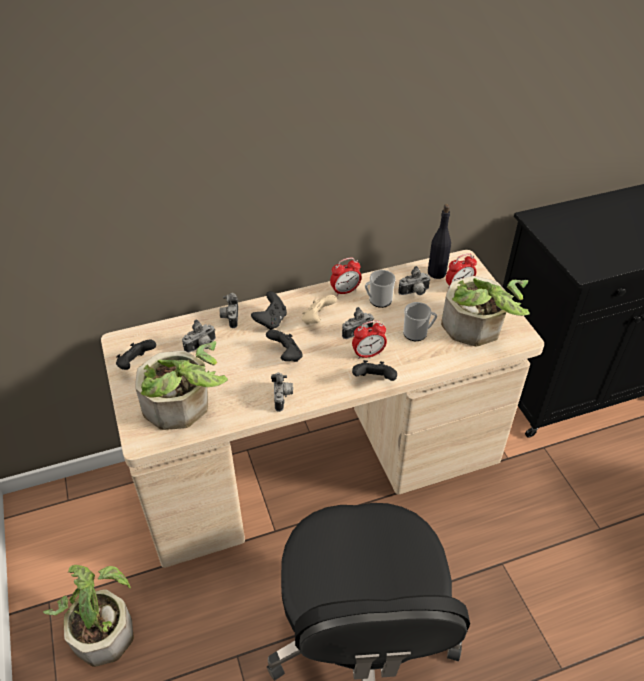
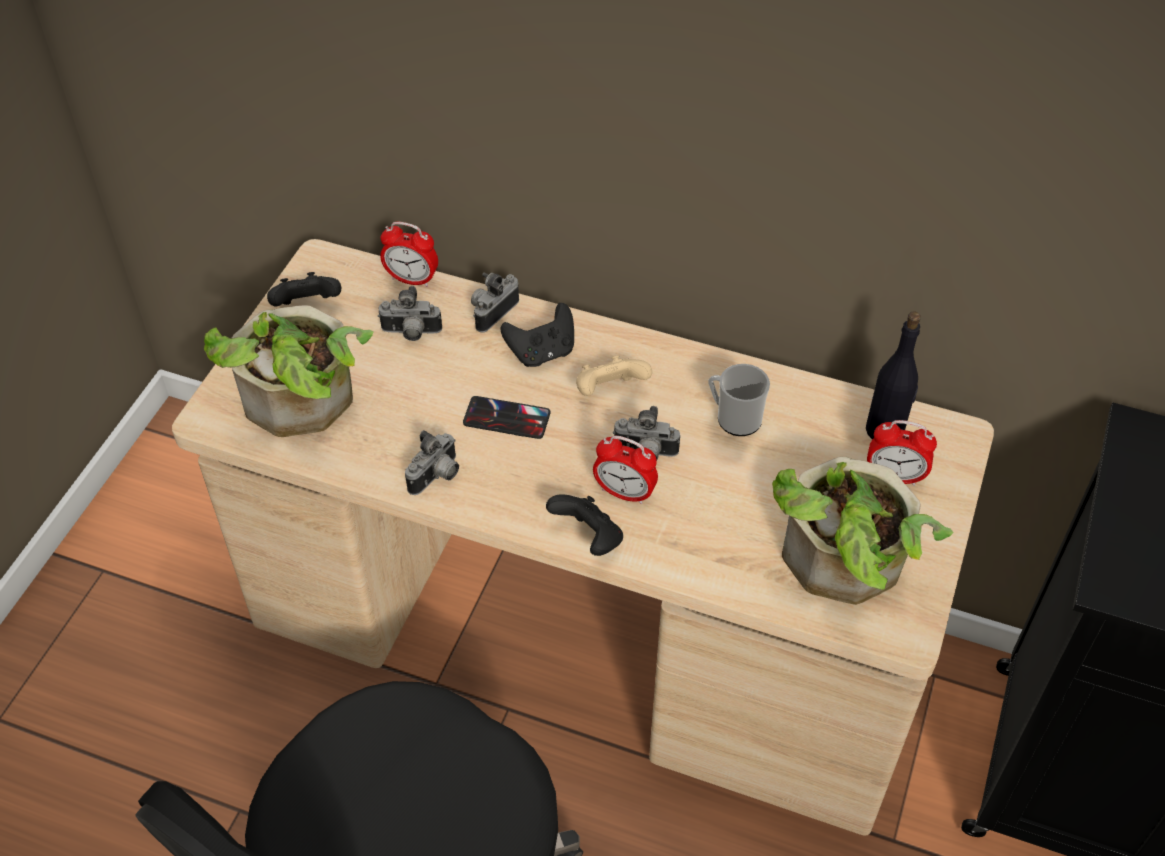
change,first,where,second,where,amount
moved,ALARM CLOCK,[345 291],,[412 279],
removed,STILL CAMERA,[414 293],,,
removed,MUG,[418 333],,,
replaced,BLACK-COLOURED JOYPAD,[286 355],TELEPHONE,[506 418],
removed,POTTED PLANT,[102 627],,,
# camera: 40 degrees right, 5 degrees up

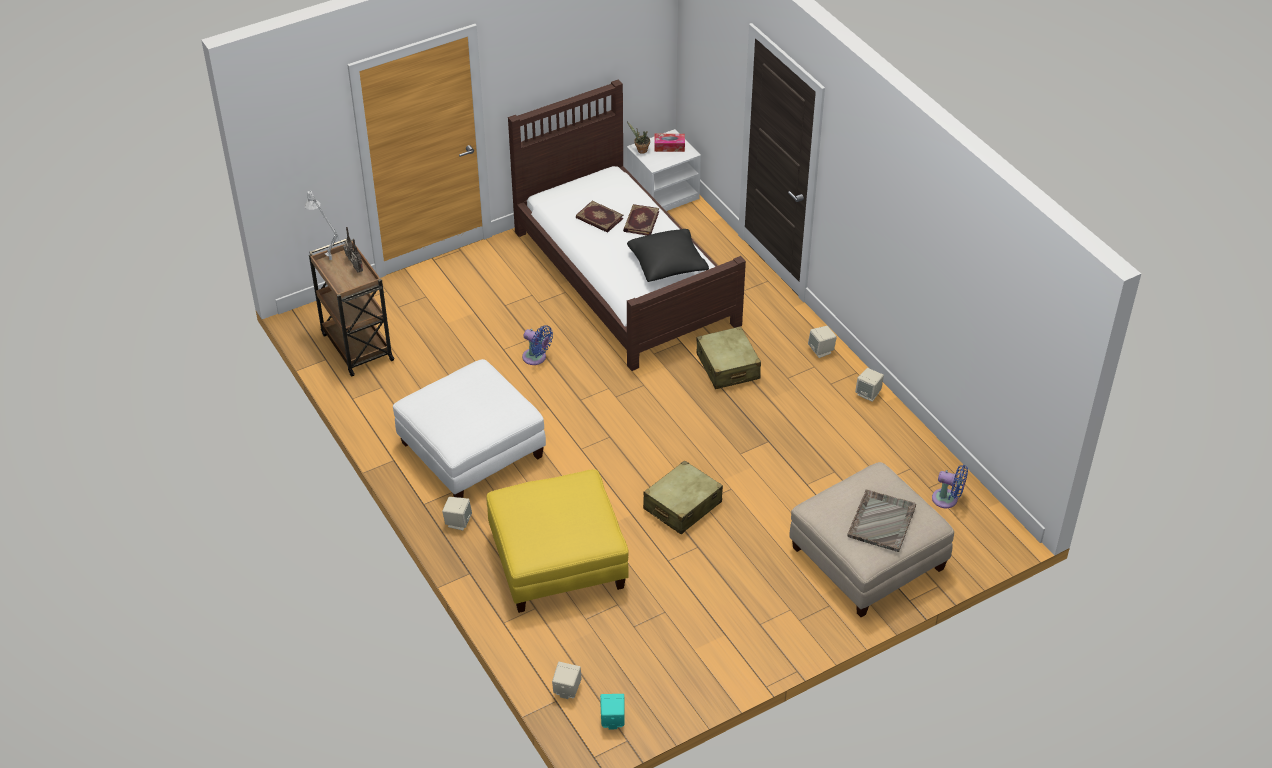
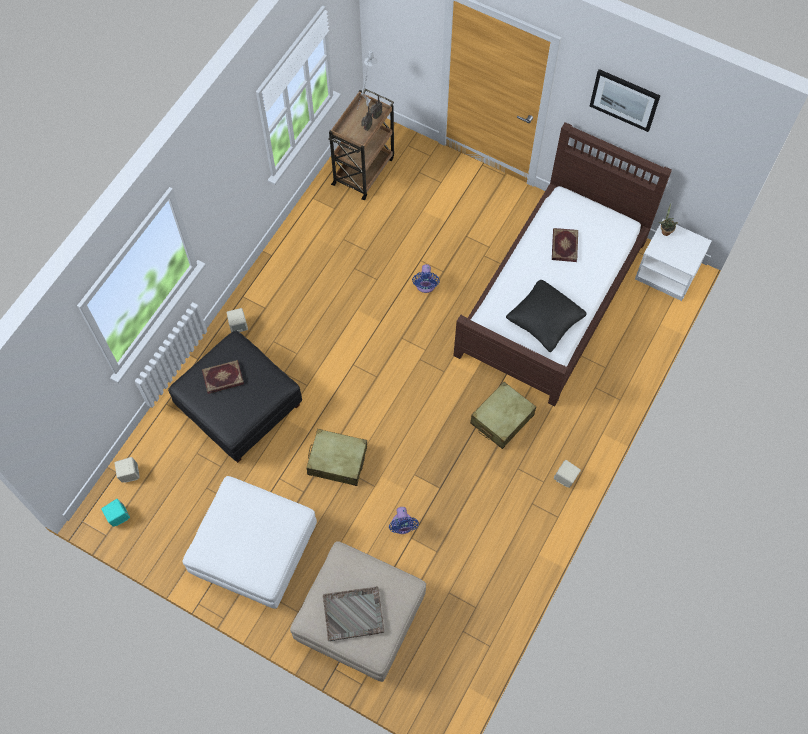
change,first,where,second,where,amount
removed,TISSUE HOLDER,[669 146],,,
moved,BOUND BOOK,[640 221],,[223 376],
moved,WHITISH FOOTREST,[471 450],,[254 551],
removed,BEIGE AUDIO SPEAKER,[868 394],,,
moved,BLUE-COLOURED ELECTRIC FAN,[947 499],,[402 526],
recoloured,YELLOW-COLOURED FOOTREST,[558 559],BLACK-COLOURED FOOTREST,[240 406],
added,,,WALL PICTURE,[624 99],
# camera: 60 degrees right, 20 degrees up

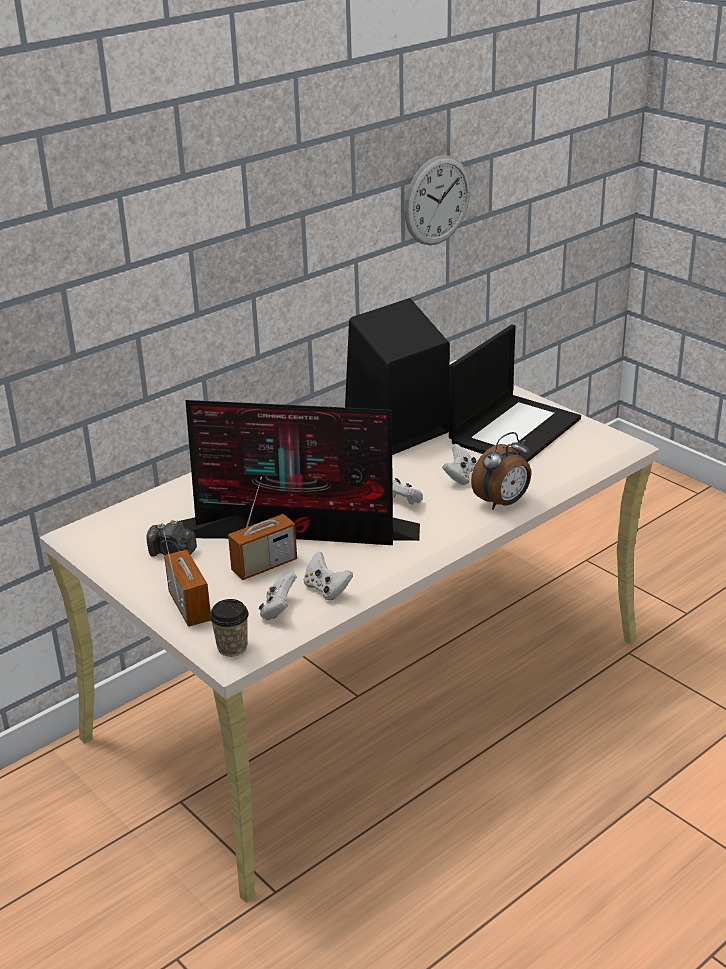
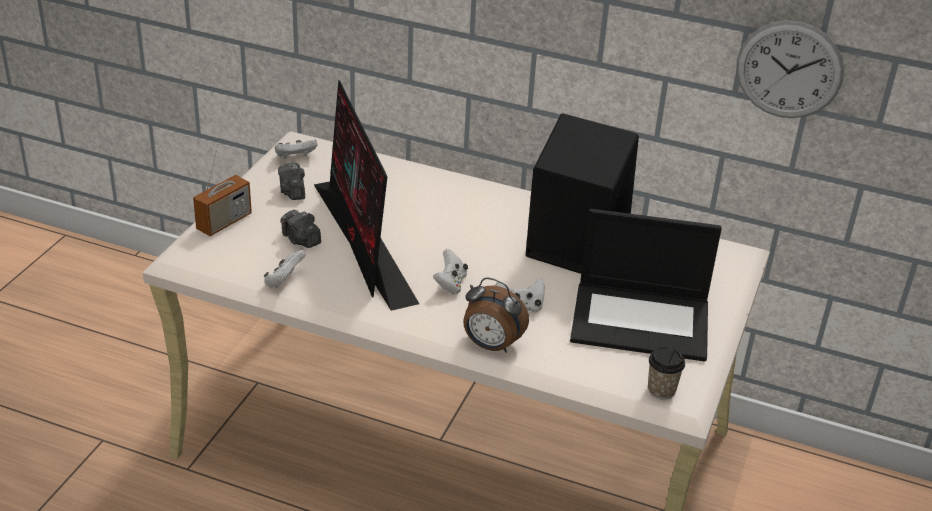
change,first,where,second,where,amount
replaced,RADIO SET,[264 566],STILL CAMERA,[301 240],
moved,WHITISH JOYPAD,[278 610],,[295 158],
moved,DRINKING CUP,[232 647],,[661 390],
# camera: 60 degrees right, 5 degrees up

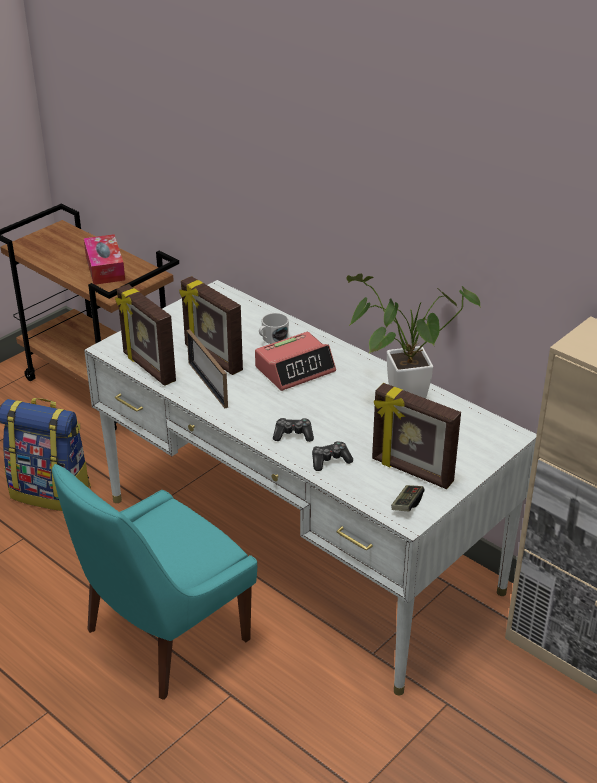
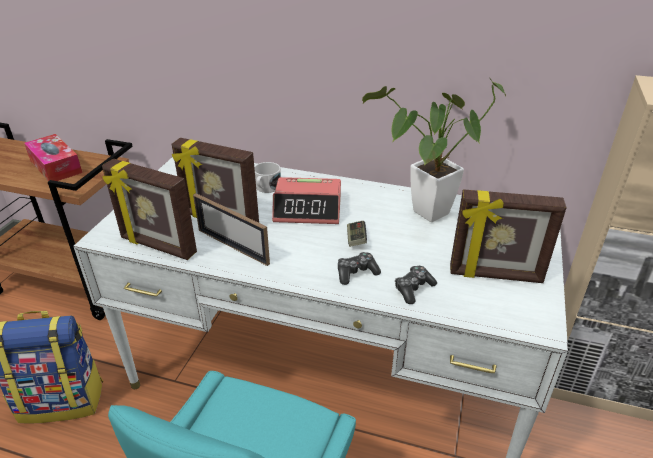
change,first,where,second,where,amount
turned,ALARM CLOCK,[295 369],,[308 209],60 degrees clockwise
moved,JOYPAD,[407 504],,[356 239],
# camera: 25 degrees left, 0 degrees up

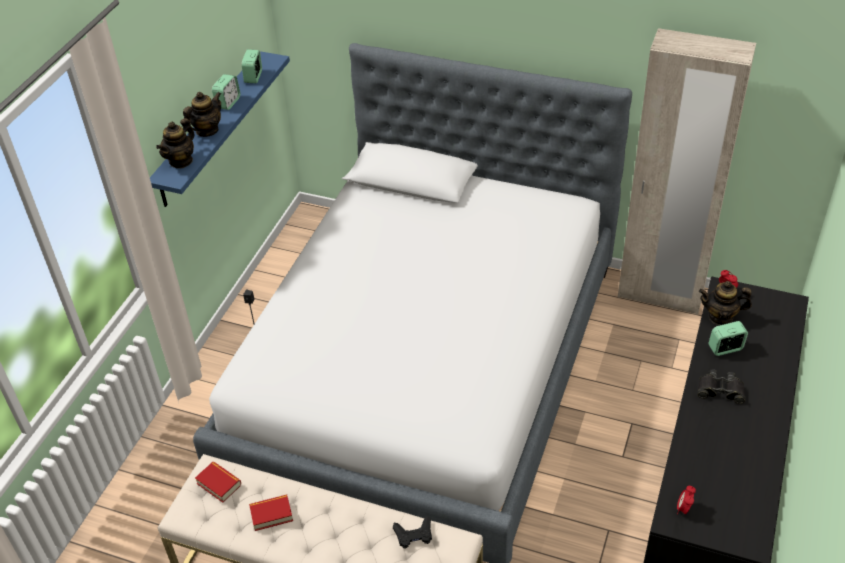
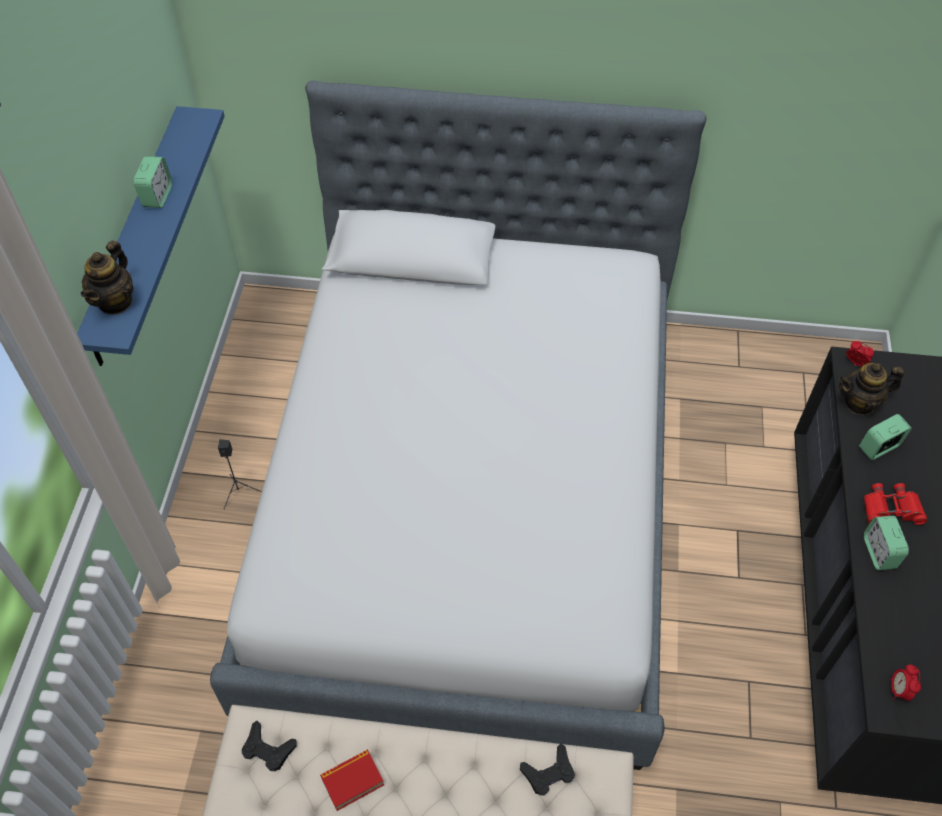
change,first,where,second,where,amount
removed,BEIGE CLOTHES CUPBOARD,[660 295],,,
moved,ALARM CLOCK,[253 77],,[879 552],
removed,POT FOR TEA,[207 131],,,
recoloured,BLACK-COLOURED BINOCULARS,[720 390],REDDISH BINOCULARS,[891 509],
replaced,BOUND BOOK,[219 484],BLACK-COLOURED JOYPAD,[268 749],
# camera: 15 degrees left, 10 degrees up

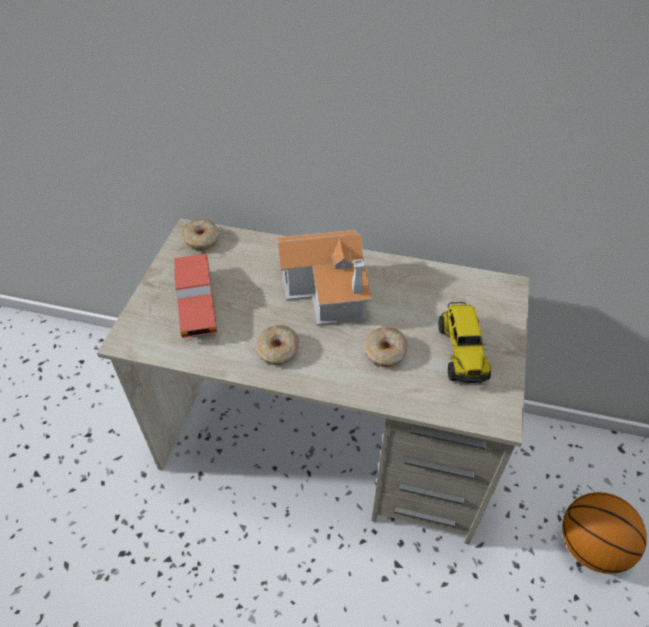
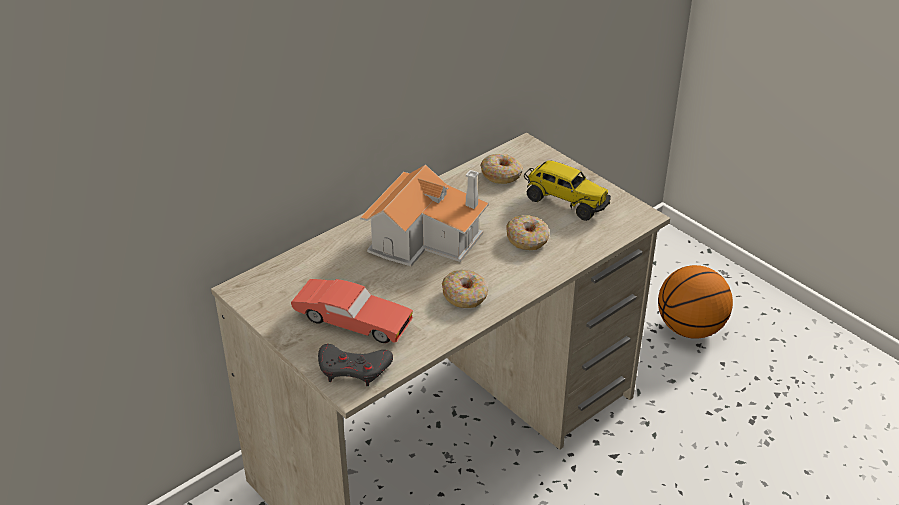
change,first,where,second,where,amount
moved,DONUT,[201 240],,[501 174],
added,,,GREYISH JOYPAD,[353 369],
# camera: 55 degrees left, 10 degrees down

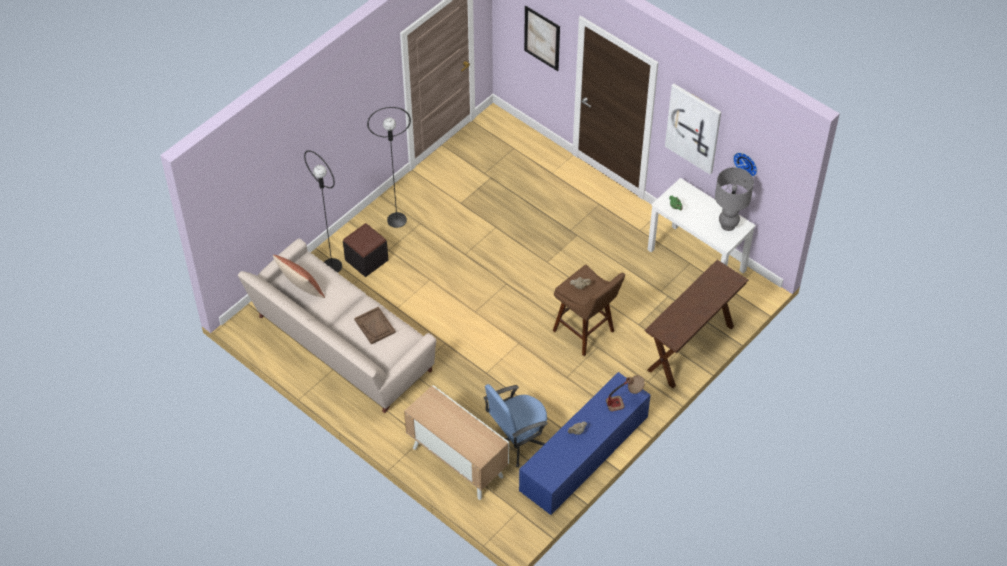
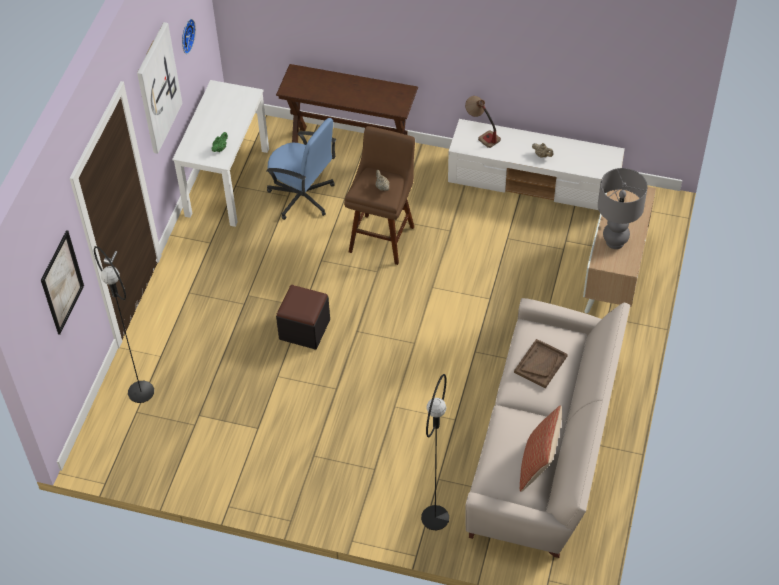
change,first,where,second,where,amount
moved,BLACK-COLOURED STANDARD LAMP,[396 220],,[141 392],
moved,GREYISH LAMP FOR A TABLE,[728 225],,[615 242],
moved,BLACK-COLOURED FOOTREST,[366 260],,[304 329],
recoloured,BLUE-COLOURED MEDIA CONSOLE,[584 456],WHITISH MEDIA CONSOLE,[534 182],
moved,BLUE-COLOURED DESK CHAIR,[517 440],,[302 197],
# camera: 115 degrees left, 0 degrees up

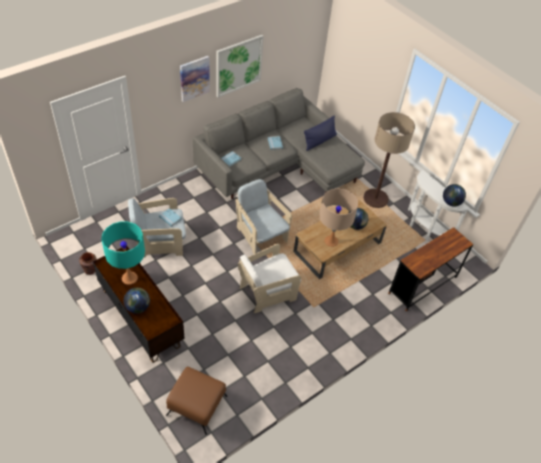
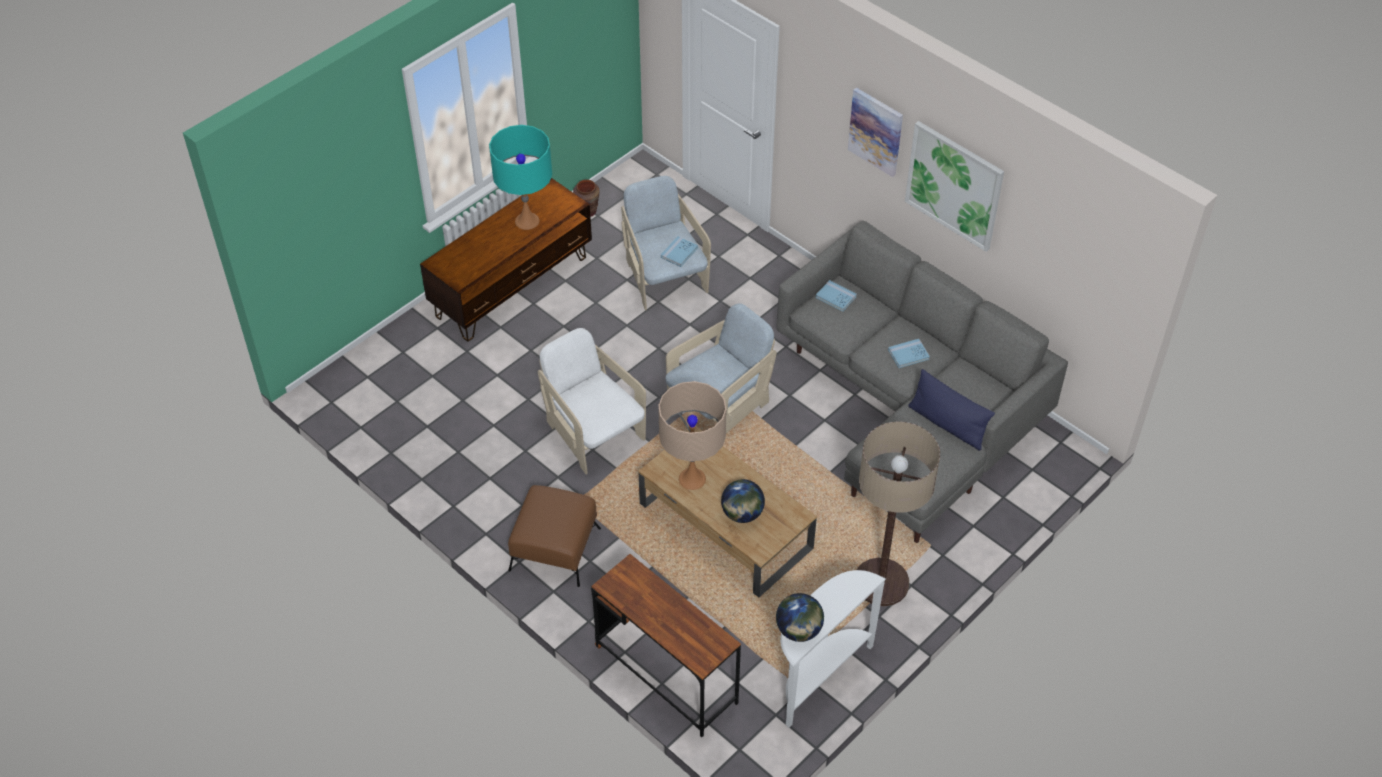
change,first,where,second,where,amount
removed,GLOBE,[138 307],,,
moved,BROWNISH FOOTREST,[196 405],,[555 548],
# camera: 85 degrees right, 0 degrees up

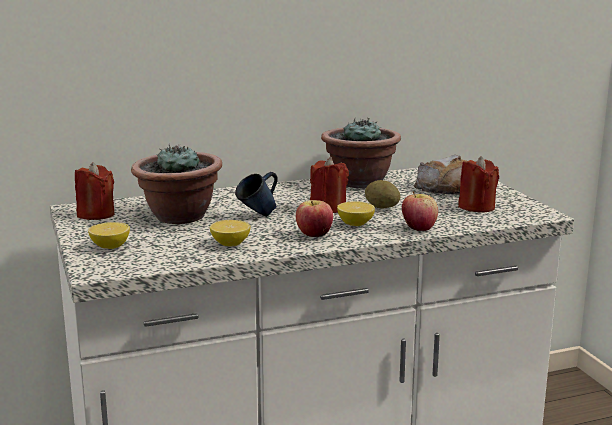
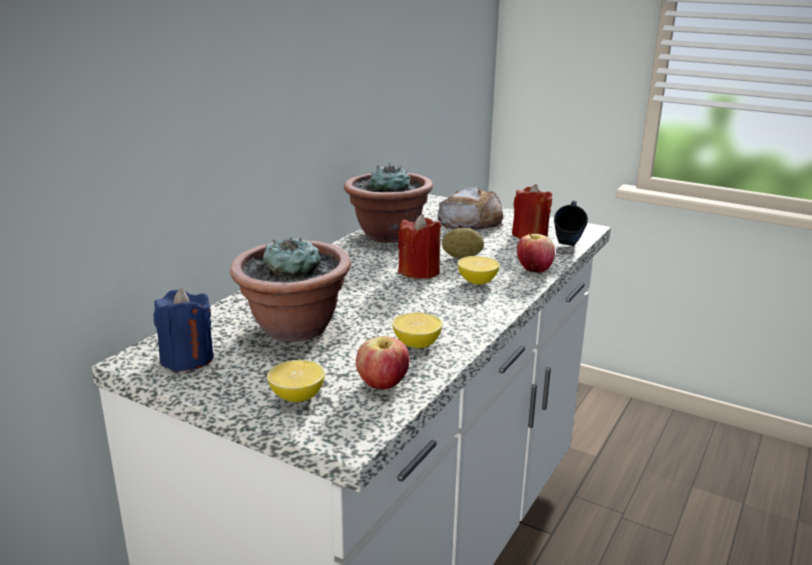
change,first,where,second,where,amount
recoloured,REDDISH WAX LIGHT,[96 214],BLUE-COLOURED WAX LIGHT,[187 359],
moved,BLUE-COLOURED MUG,[258 216],,[568 247],
moved,APPLE FRUIT,[314 235],,[382 385],
# camera: 40 degrees left, 5 degrees up

